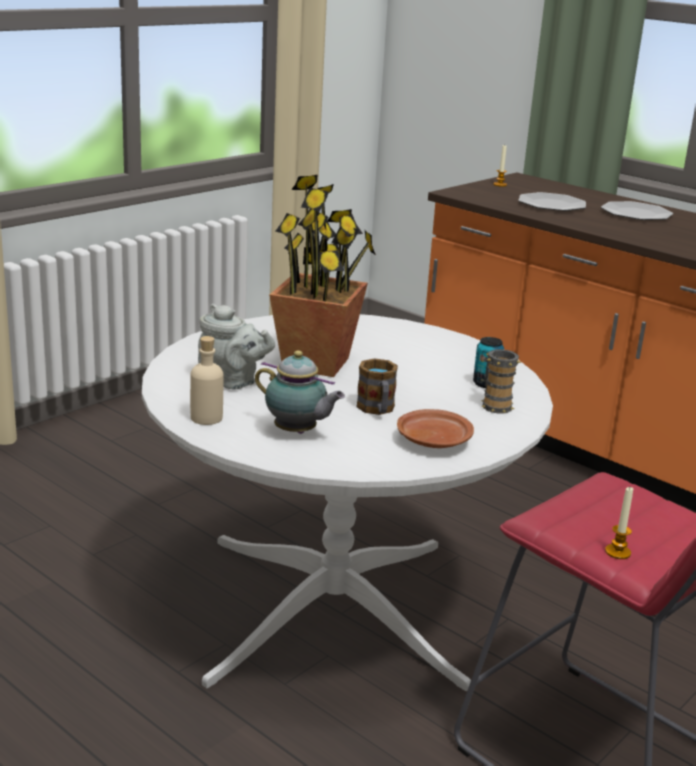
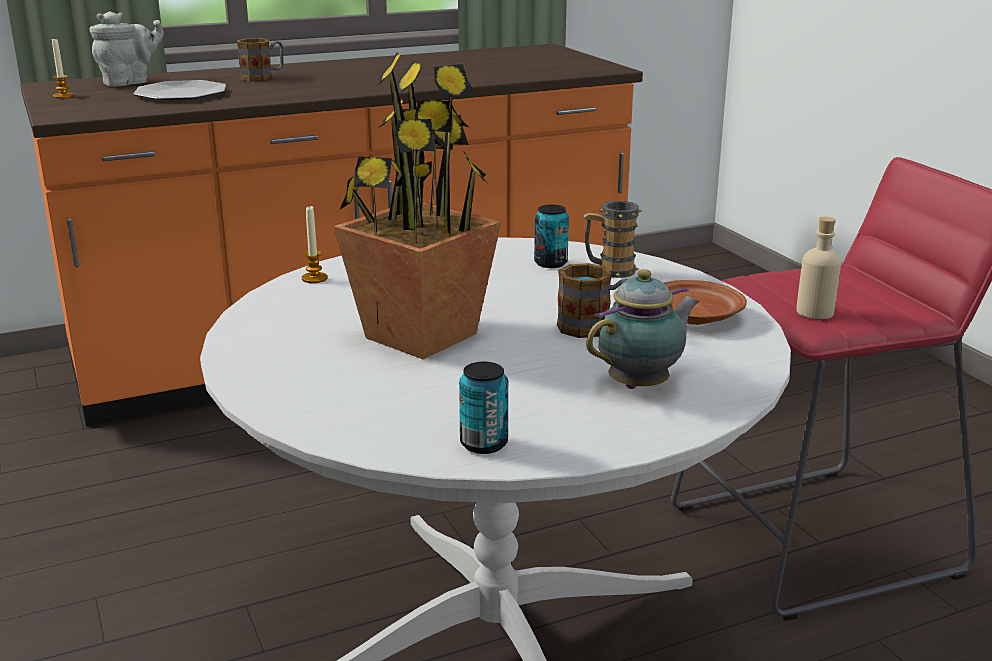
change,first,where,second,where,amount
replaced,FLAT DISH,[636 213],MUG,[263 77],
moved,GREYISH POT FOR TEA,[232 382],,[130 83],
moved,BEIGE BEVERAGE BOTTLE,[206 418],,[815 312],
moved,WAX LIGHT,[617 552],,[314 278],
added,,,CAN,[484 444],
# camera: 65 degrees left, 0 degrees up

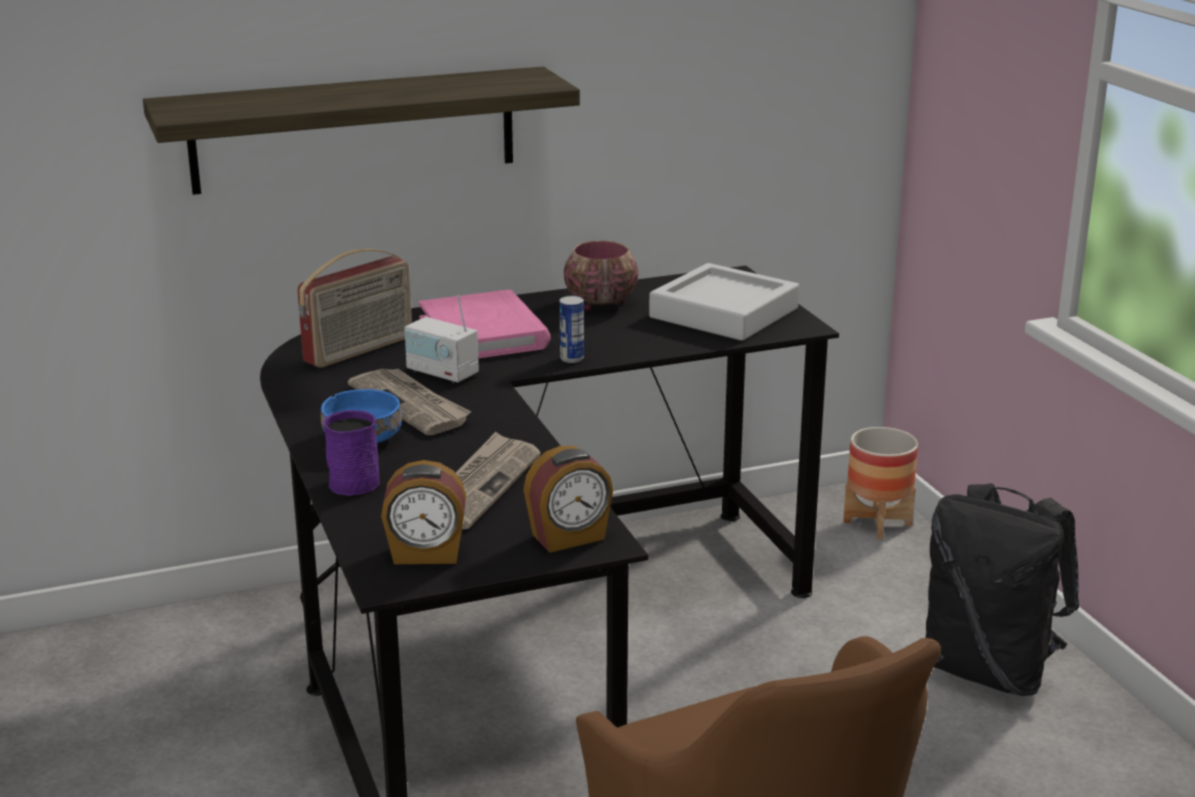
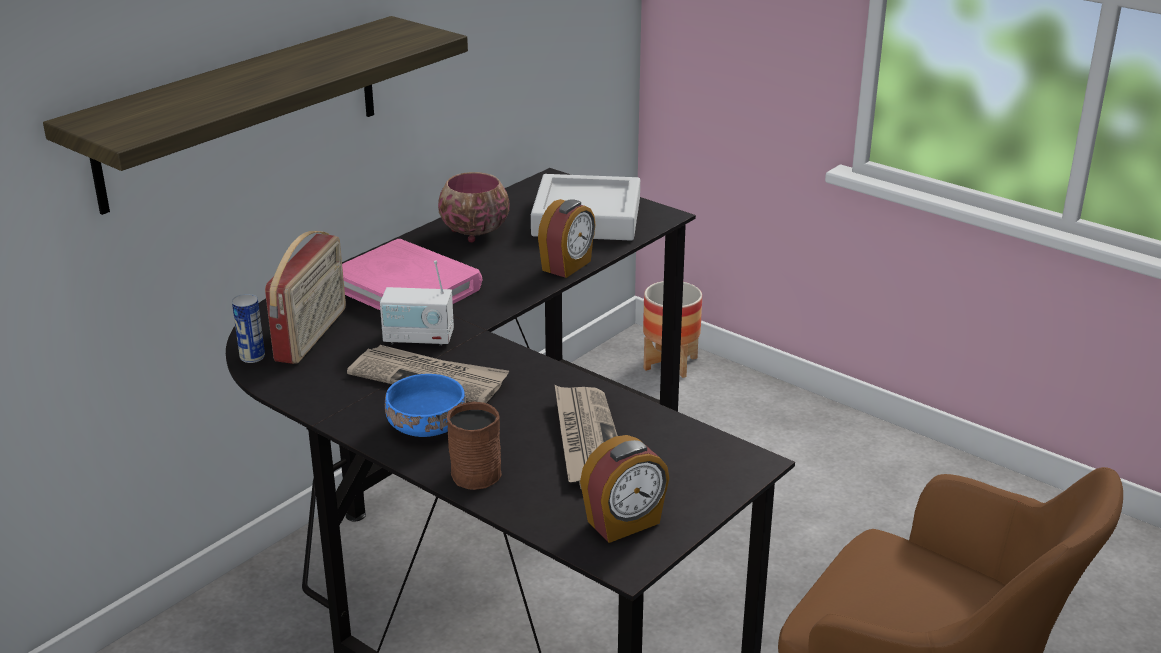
change,first,where,second,where,amount
moved,CAN,[572 358],,[252 357],
recoloured,PURPLISH MUG,[357 480],BROWNISH MUG,[474 469],
moved,ALARM CLOCK,[569 538],,[567 266],
removed,BLACK-COLOURED BACKPACK,[989 671],,,
# camera: 30 degrees left, 5 degrees up

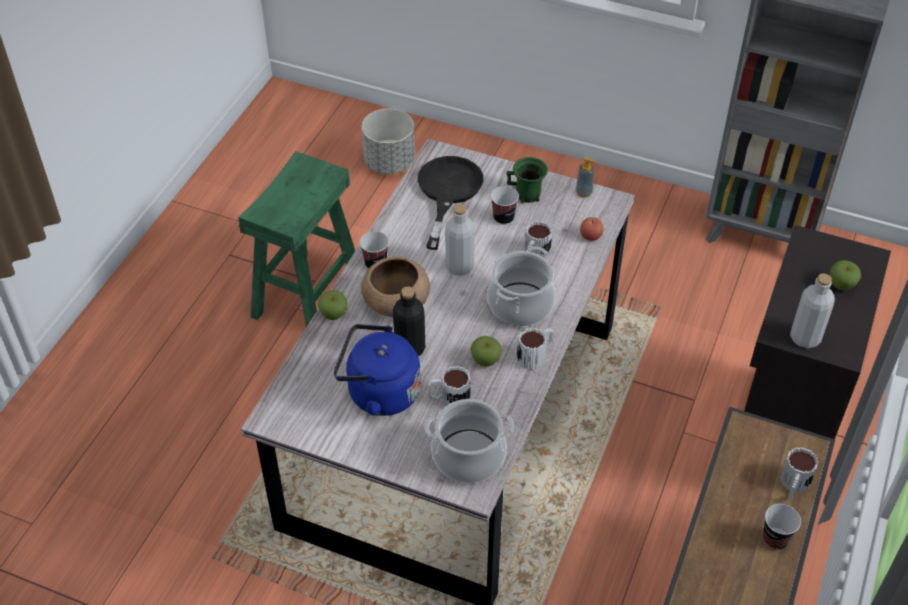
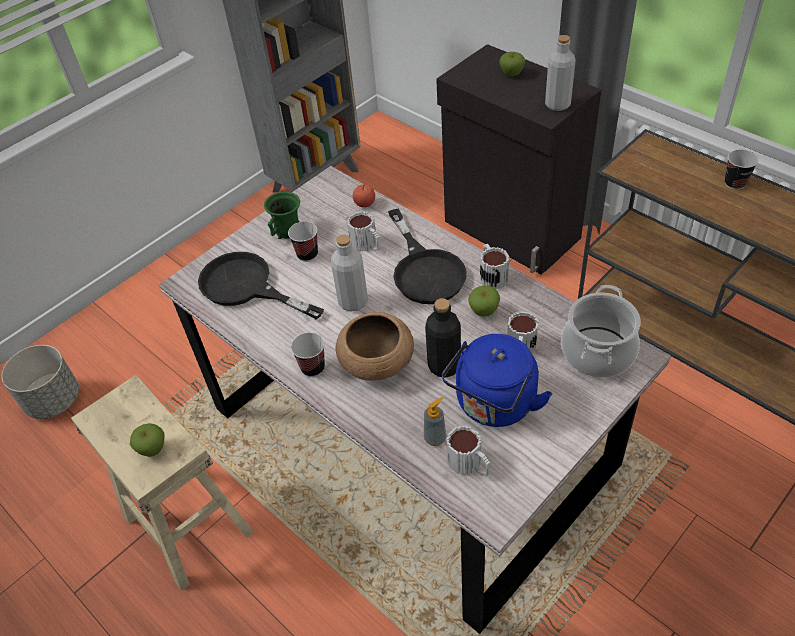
change,first,where,second,where,amount
recoloured,GREENISH SITTING STOOL,[307 296],BEIGE SITTING STOOL,[186 524],
moved,SOAP DISPENSER,[584 192],,[435 438],
replaced,STOCKPOT,[520 305],BLACK-COLOURED SKILLET,[425 270],
moved,APPLE FRUIT,[334 315],,[153 449],
moved,MUG,[793 485],,[470 465],
# camera: 65 degrees left, 0 degrees up

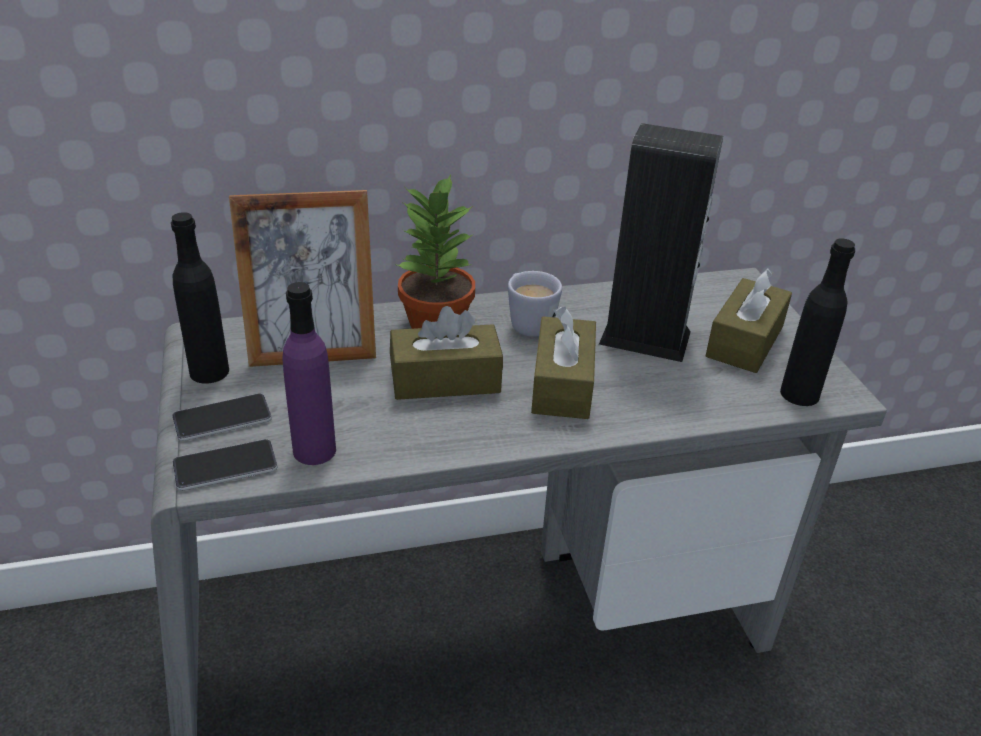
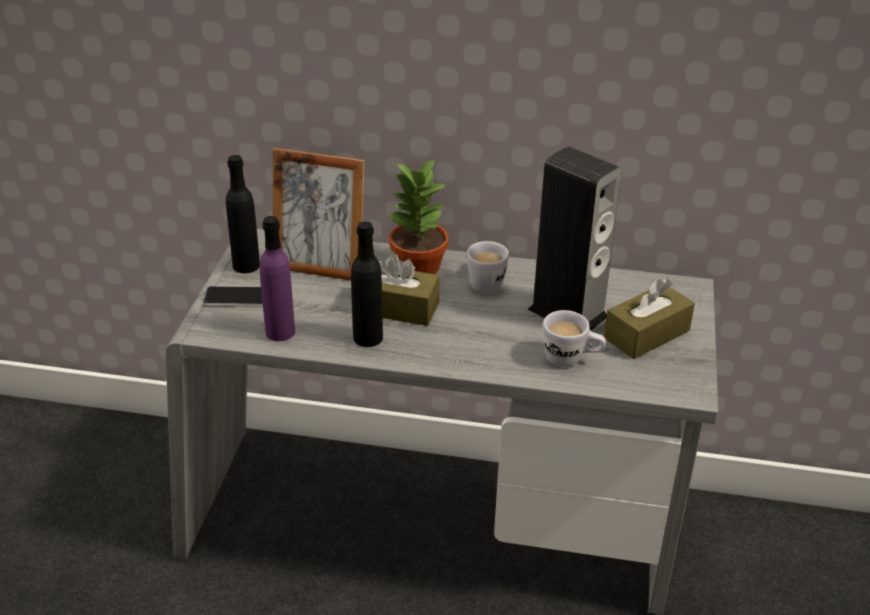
change,first,where,second,where,amount
moved,BLACK-COLOURED BEVERAGE BOTTLE,[799 394],,[368 337],
removed,BROWNISH TISSUE HOLDER,[562 384],,,
removed,TELEPHONE,[225 466],,,
added,,,WHITISH MUG,[571 360],
# camera: 25 degrees right, 0 degrees up

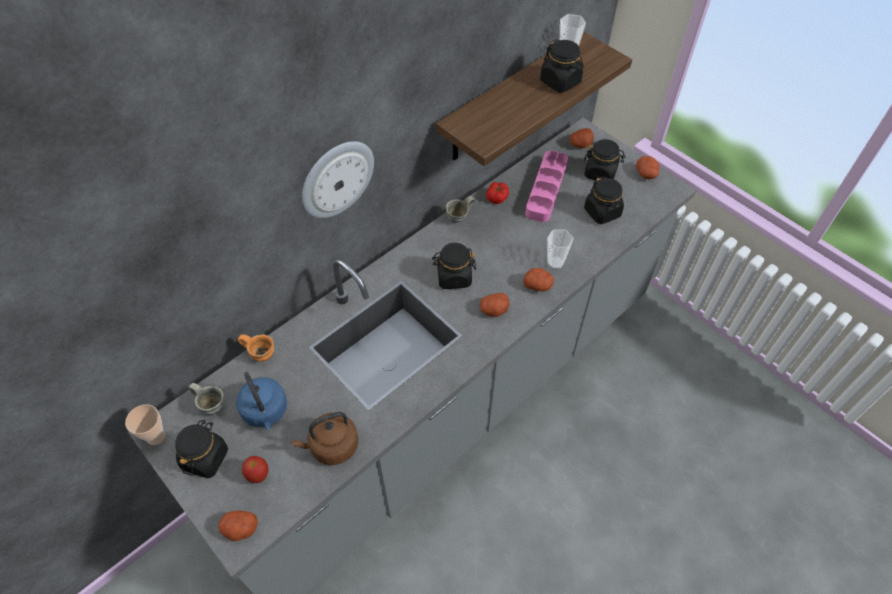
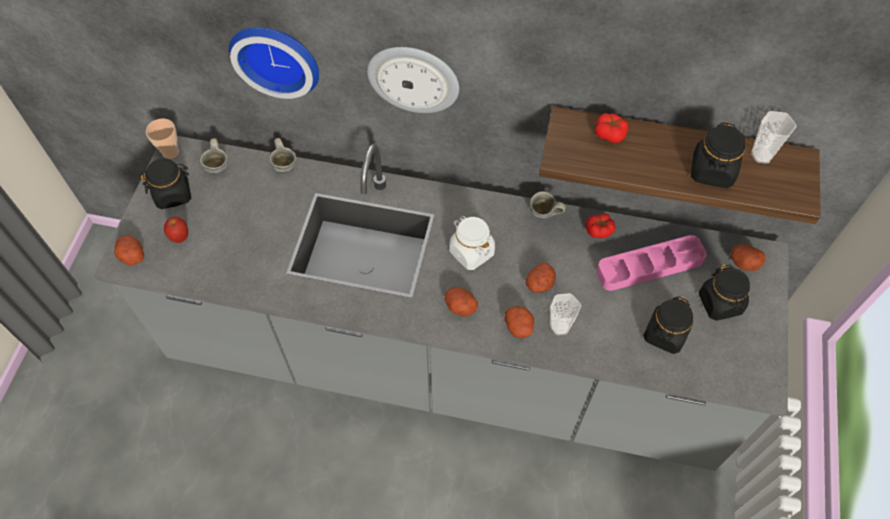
change,first,where,second,where,amount
moved,WHOLE POTATO,[646 174],,[540 284],
recoloured,BLACK-COLOURED PRESERVE JAR,[454 277],WHITISH PRESERVE JAR,[471 252],
recoloured,ORANGE-COLOURED MUG,[261 353],GREYISH MUG,[286 166],
removed,BLUE-COLOURED WATER KETTLE,[266 412],,,
removed,BROWNISH WATER KETTLE,[331 446],,,
added,,,WALL CLOCK,[277 56],
added,,,TOMATO,[609 133],
# camera: 55 degrees right, 5 degrees up

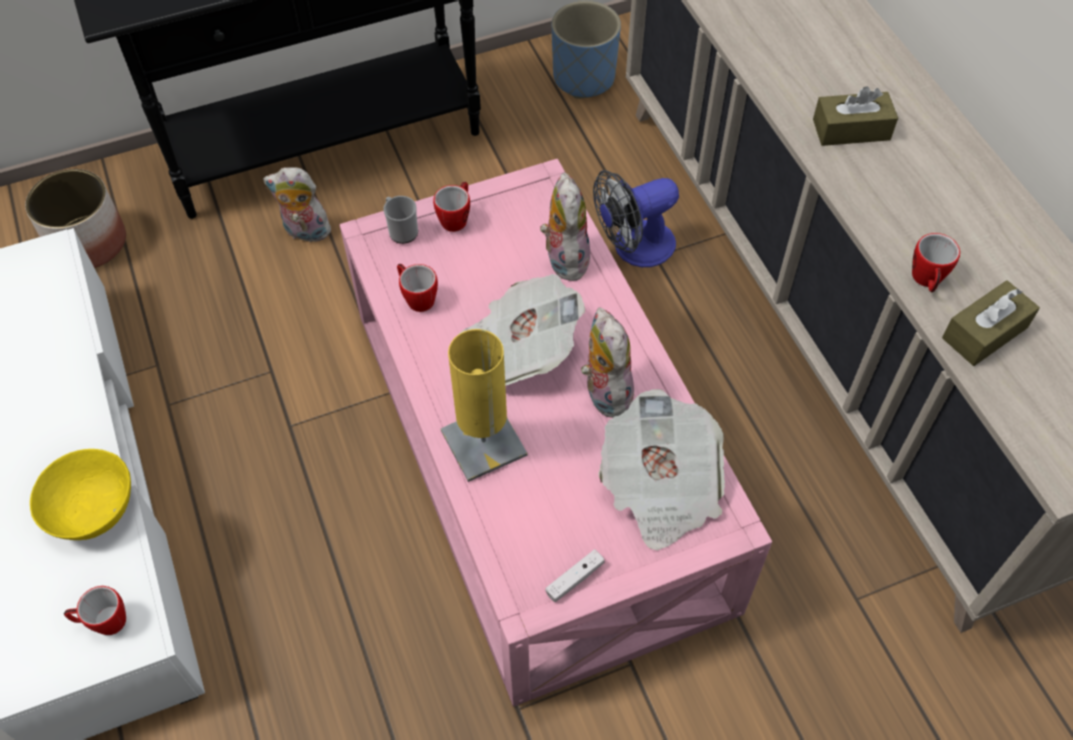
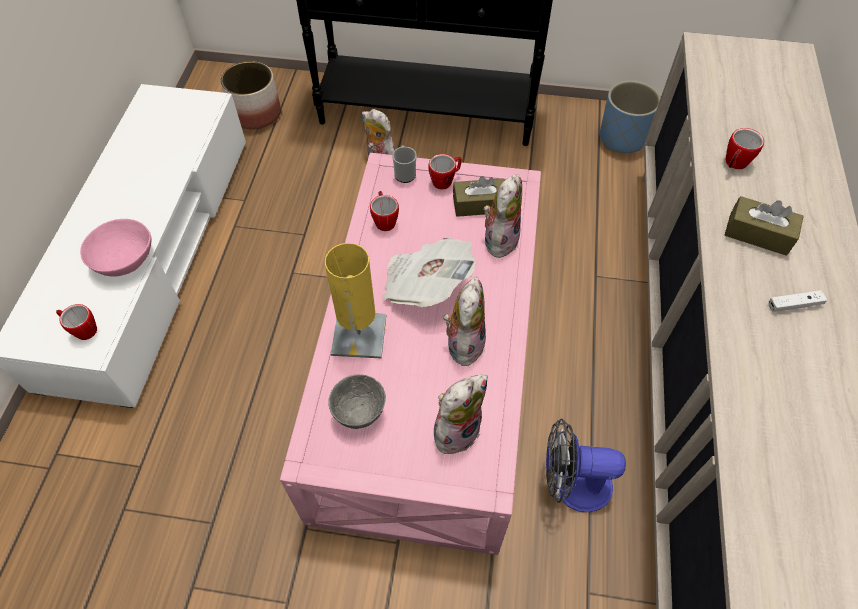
change,first,where,second,where,amount
moved,ELECTRIC FAN,[634 248],,[572 484],
moved,MUG,[927 281],,[734 164],
moved,BROWNISH TISSUE HOLDER,[984 333],,[479 205],
replaced,NEWSPAPER,[660 488],SOFT TOY,[456 429],
recoloured,YELLOW-COLOURED DEEP DISH,[92 509],PINK-COLOURED DEEP DISH,[124 260],
moved,WHITISH JOYPAD,[574 579],,[794 305],
added,,,GREYISH DEEP DISH,[358 412],
# camera: 30 degrees right, 0 degrees up

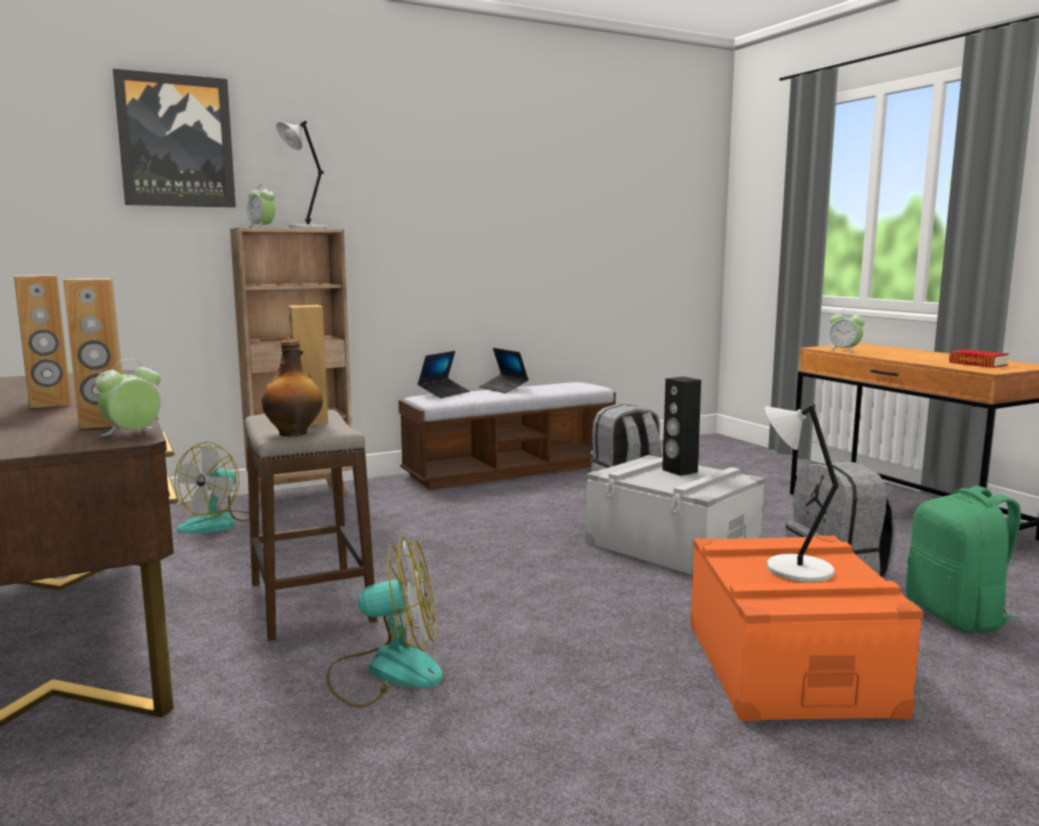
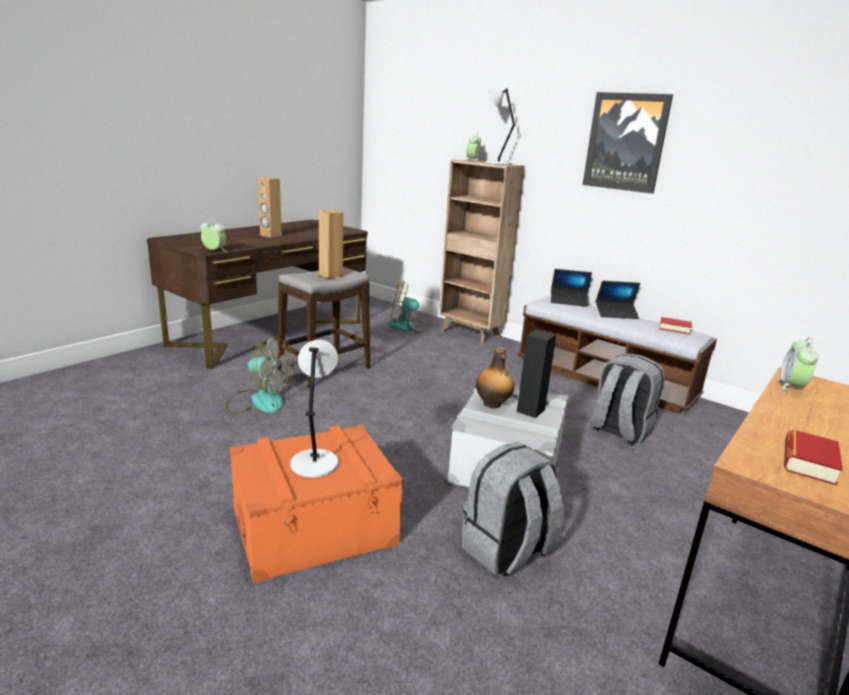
change,first,where,second,where,amount
moved,WALL PICTURE,[176 141],,[626 142],
removed,BROWNISH AUDIO SPEAKER,[103 423],,,
moved,BEVERAGE BOTTLE,[294 433],,[492 404],
turned,PORTABLE COMPUTER,[503 389],,[616 314],120 degrees counterclockwise
removed,GREENISH BACKPACK,[957 616],,,
turned,ELECTRIC FAN,[386 671],,[259 401],45 degrees counterclockwise
added,,,BOUND BOOK,[674 329],
# camera: 65 degrees right, 10 degrees up

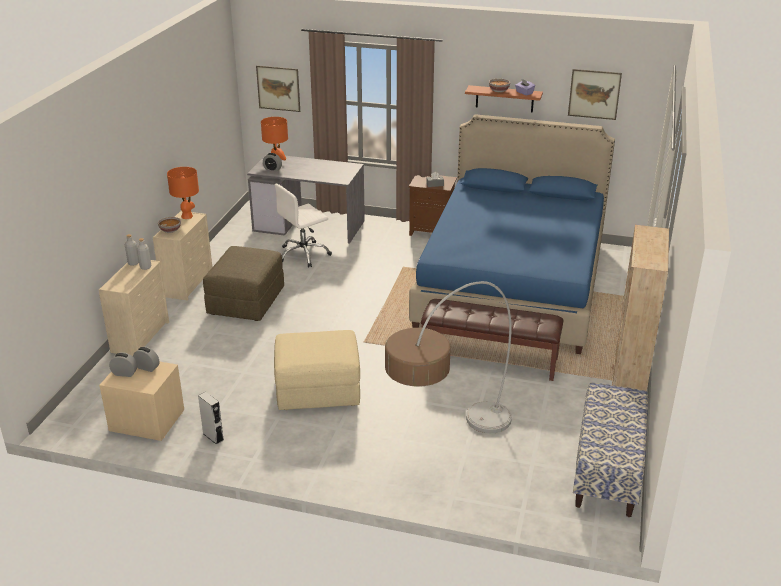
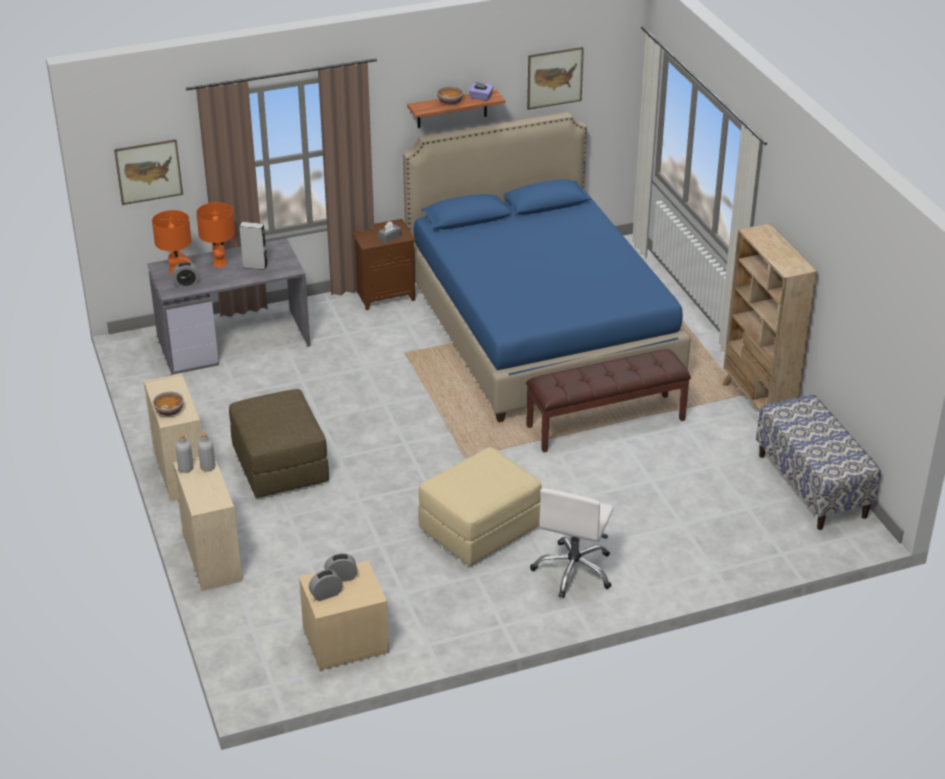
change,first,where,second,where,amount
moved,ORANGE-COLOURED LAMP FOR A TABLE,[187 216],,[220 263],
moved,WHITISH DESK CHAIR,[304 255],,[574 570],
removed,STANDARD LAMP,[447 448],,,
moved,GREYISH AUDIO SPEAKER,[213 436],,[255 266],
# camera: 35 degrees left, 5 degrees up

